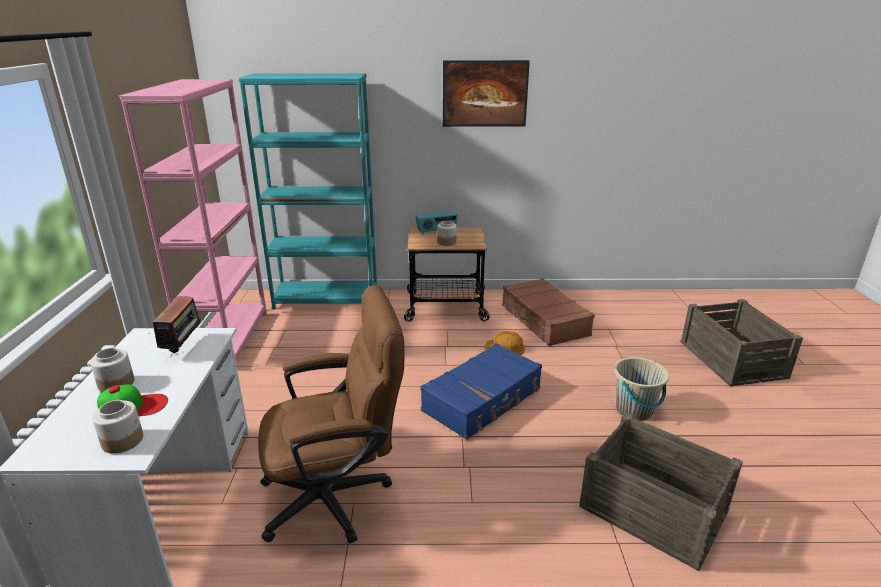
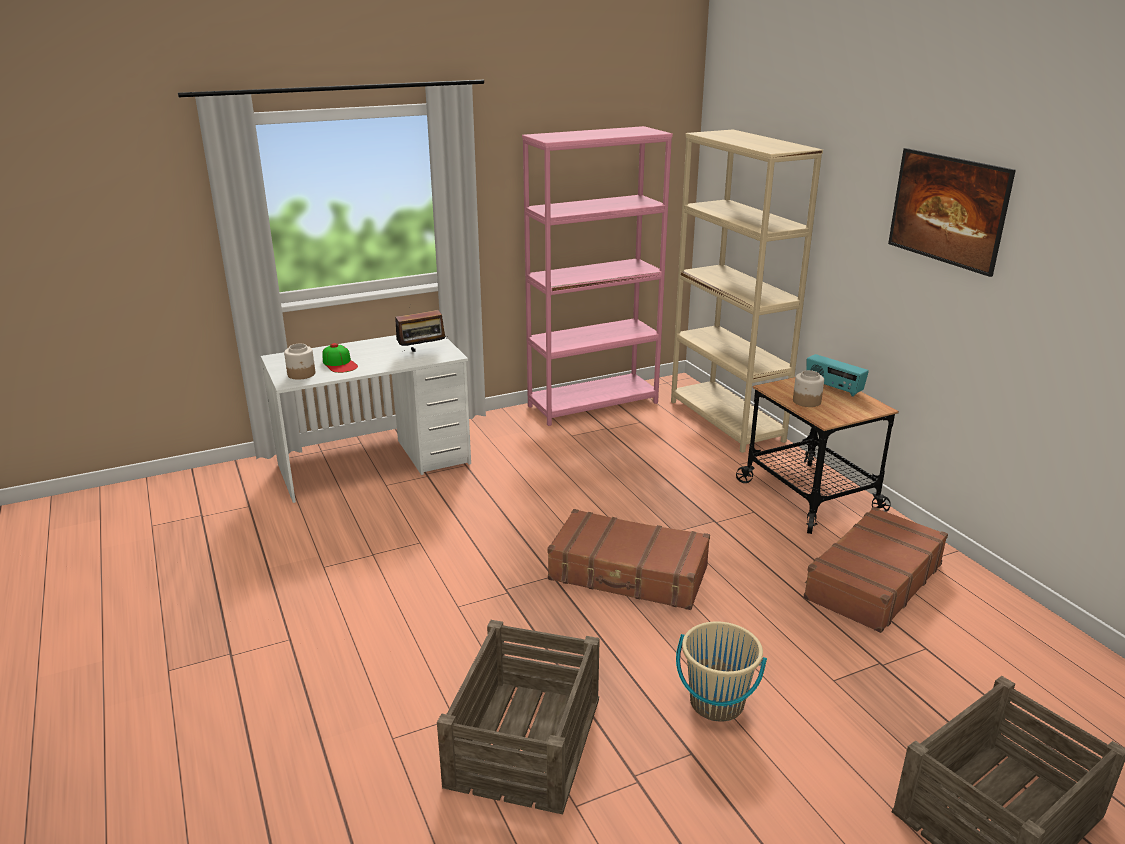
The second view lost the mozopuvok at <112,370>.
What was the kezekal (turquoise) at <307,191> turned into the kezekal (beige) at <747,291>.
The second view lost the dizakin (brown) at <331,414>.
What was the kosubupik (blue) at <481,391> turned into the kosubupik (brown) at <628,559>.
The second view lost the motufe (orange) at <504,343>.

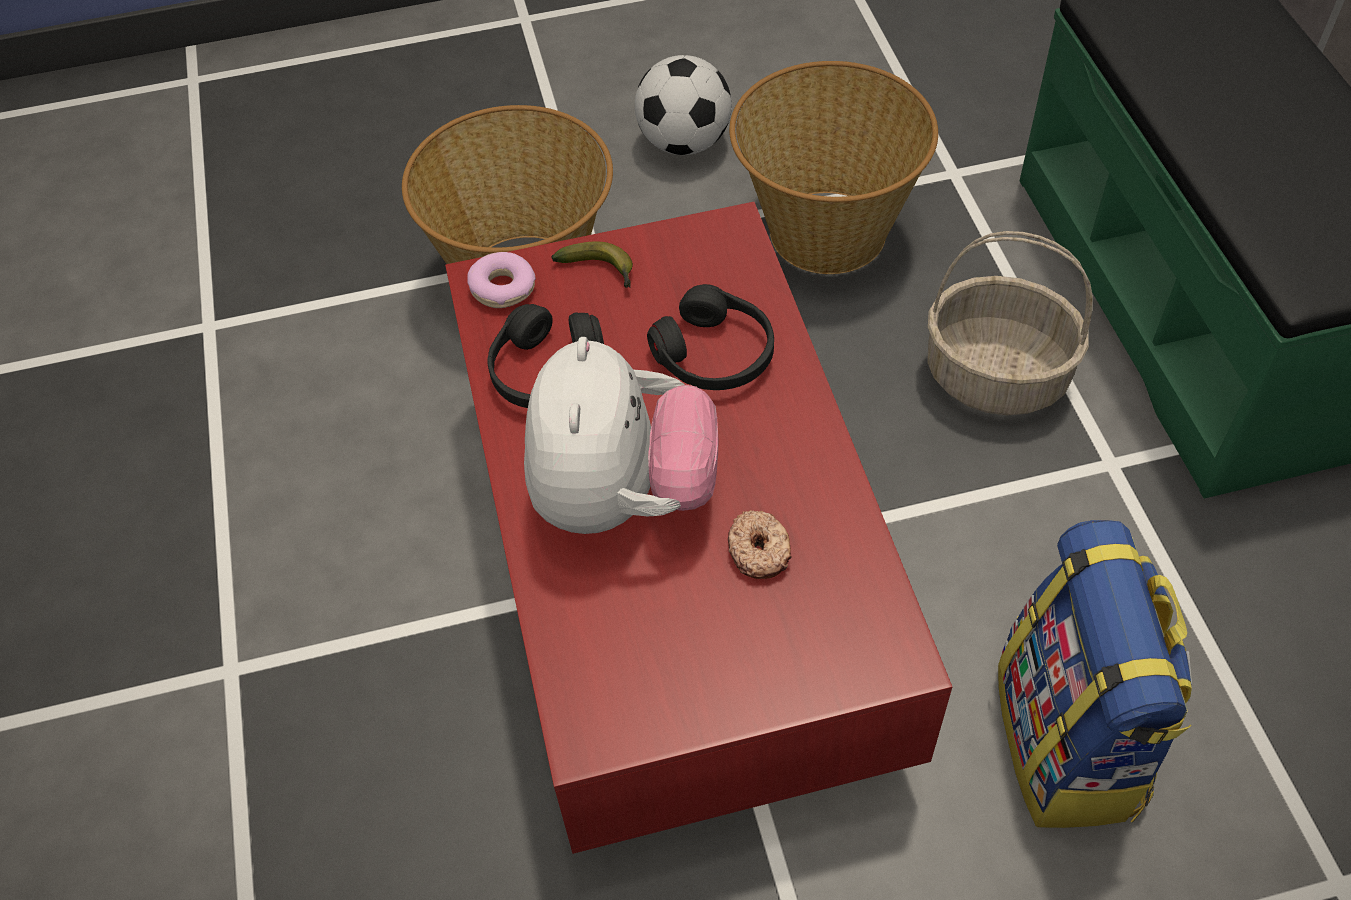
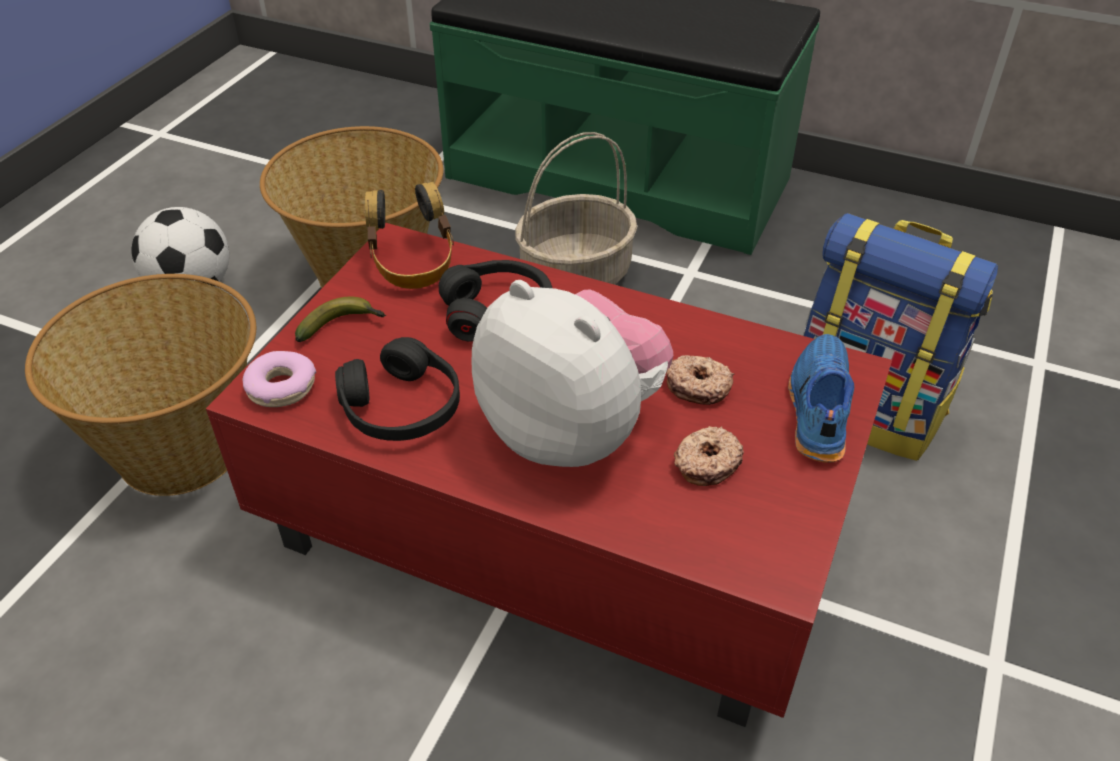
The second view gained the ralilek at <409,235>.
The second view gained the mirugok at <709,456>.
The second view gained the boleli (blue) at <821,398>.

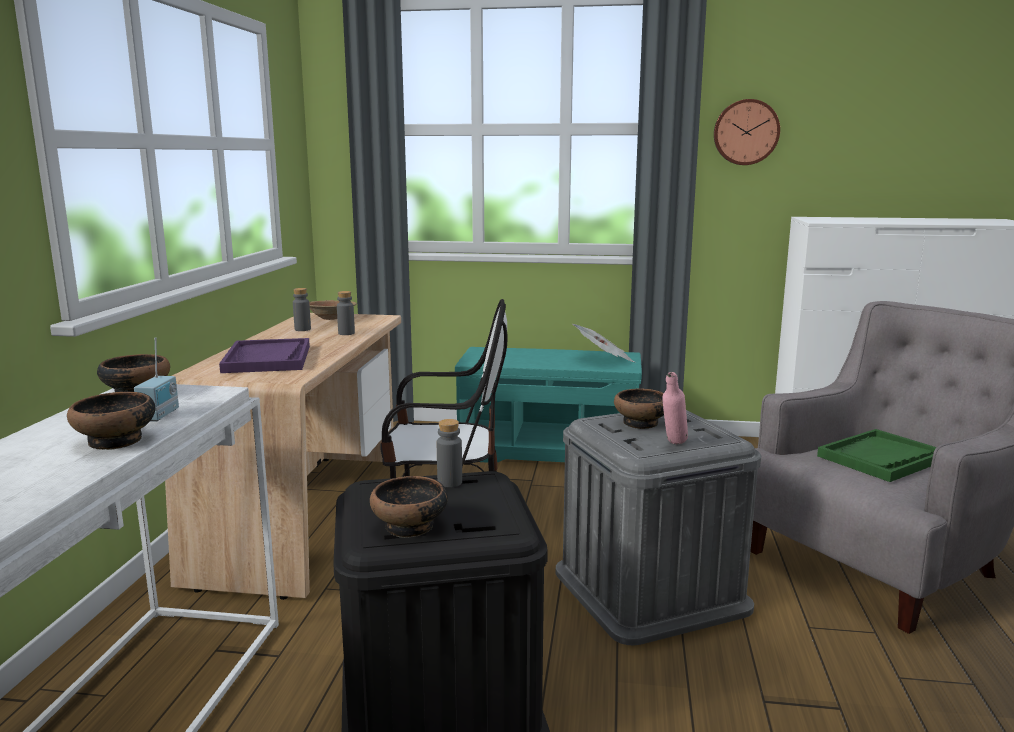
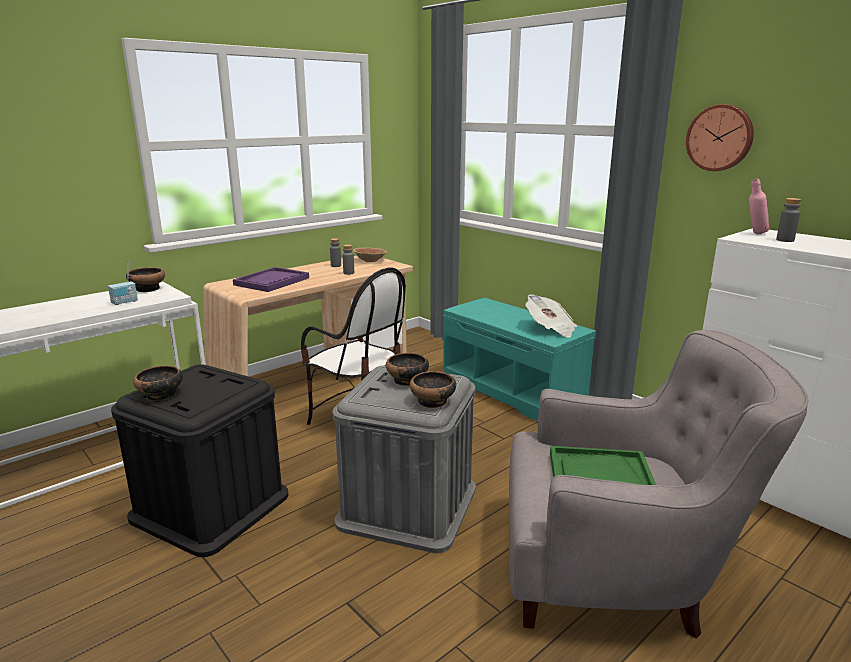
The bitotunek ended up elsewhere, having gone from <111,421> to <433,389>.
The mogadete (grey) ended up elsewhere, having gone from <449,453> to <788,220>.
The mogadete (pink) ended up elsewhere, having gone from <675,408> to <759,206>.

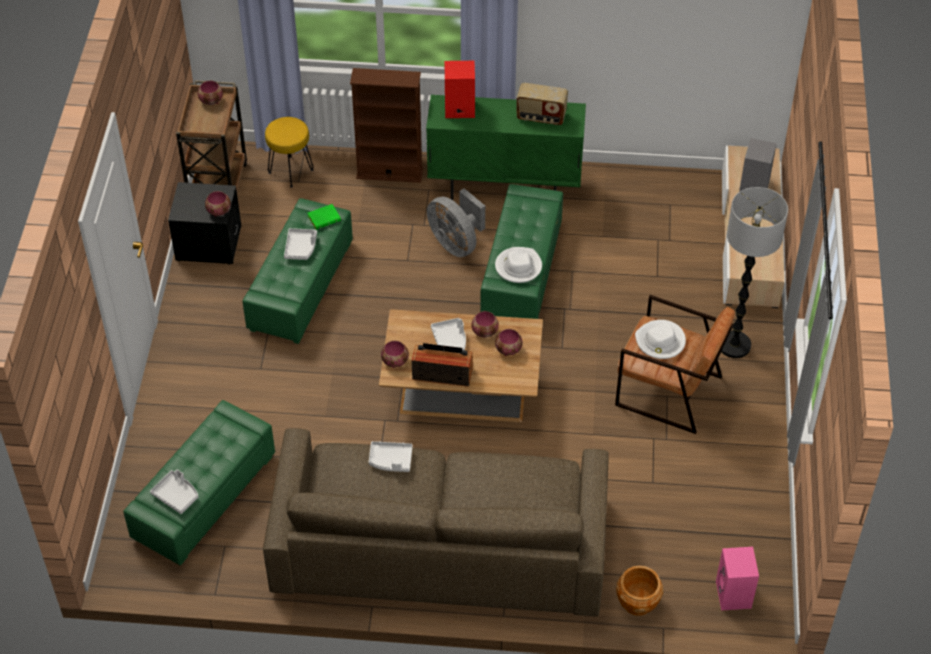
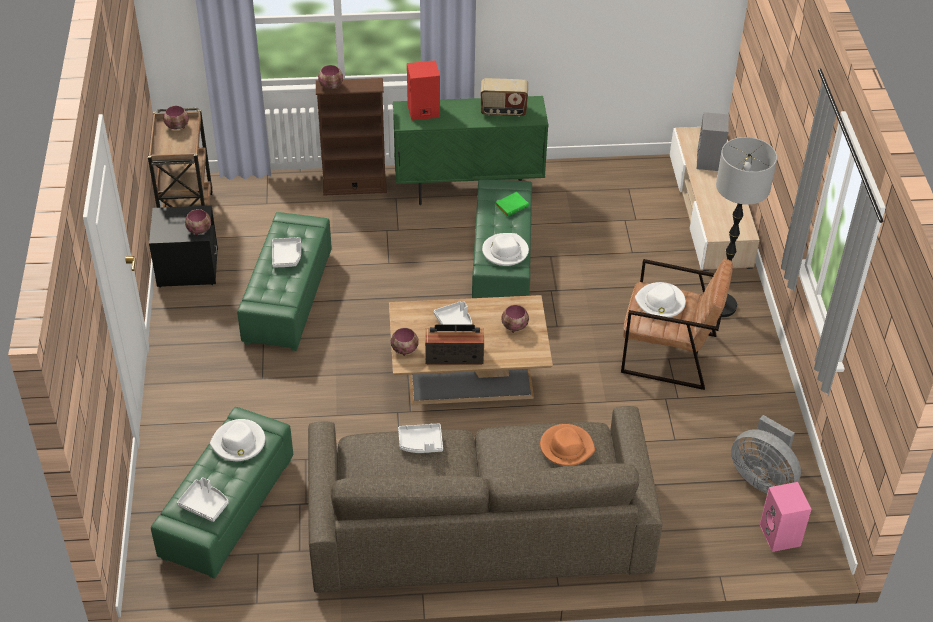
The second view lost the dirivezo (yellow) at <289,152>.
The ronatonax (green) ended up elsewhere, having gone from <324,217> to <512,204>.
The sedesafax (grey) ended up elsewhere, having gone from <456,222> to <766,454>.
The bitotunek ended up elsewhere, having gone from <485,324> to <330,77>.
The second view lost the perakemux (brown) at <639,591>.
The second view gained the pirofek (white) at <237,440>.
The second view gained the pirofek (orange) at <567,445>.

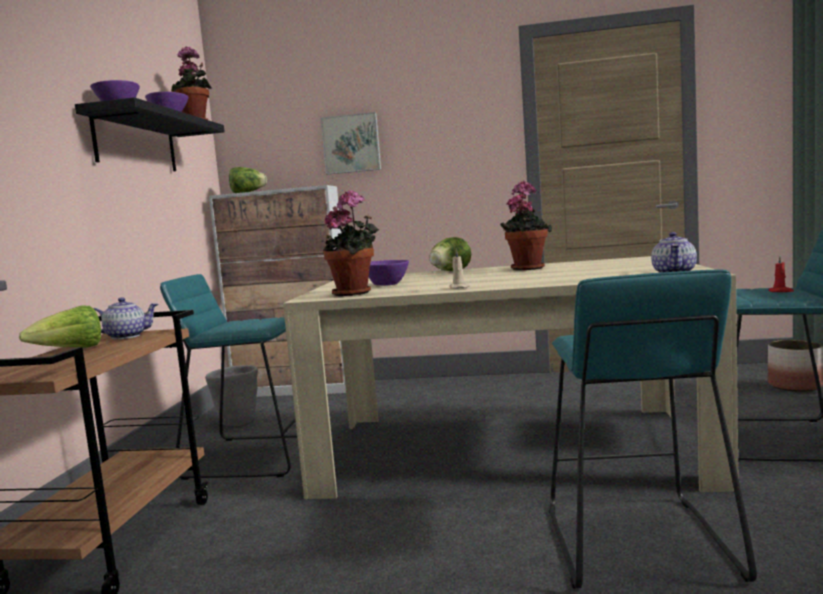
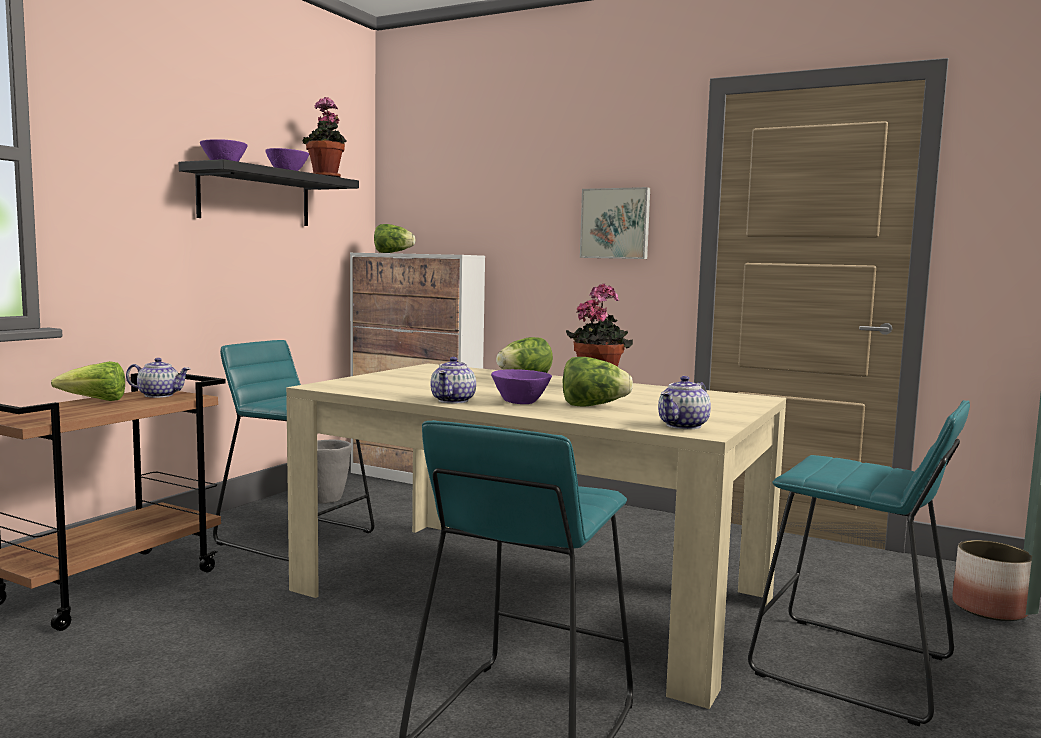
The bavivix ended up elsewhere, having gone from <350,143> to <615,223>.
The second view lost the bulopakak at <351,243>.
The bitotunek (purple) ended up elsewhere, having gone from <389,272> to <521,386>.
Where the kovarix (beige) stood at <459,269>, the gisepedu came to stand at <453,380>.
The second view lost the kovarix (red) at <781,274>.
The second view gained the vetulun at <597,382>.

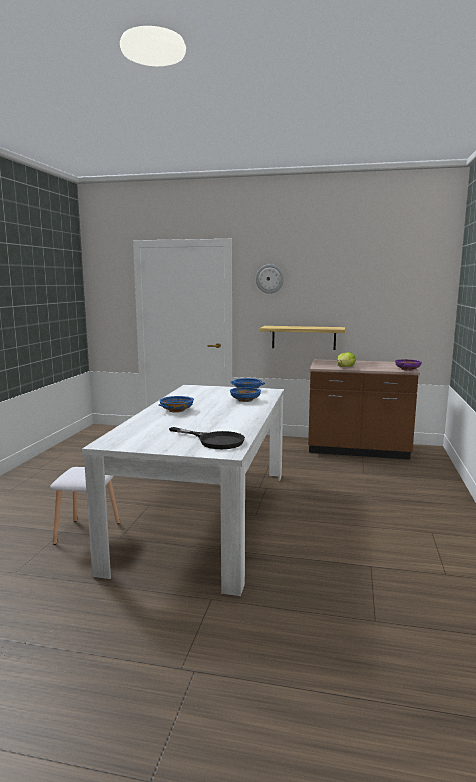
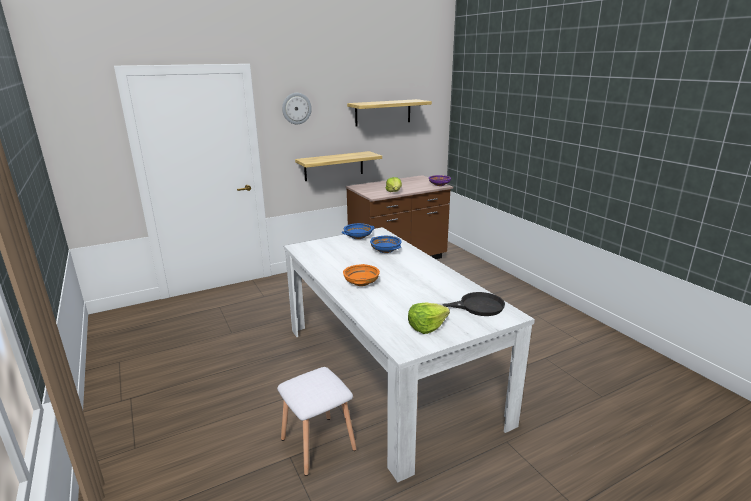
What was the bitotunek (blue) at <176,404> turned into the bitotunek (orange) at <361,275>.
The second view gained the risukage at <389,113>.
The second view gained the vetulun at <429,318>.

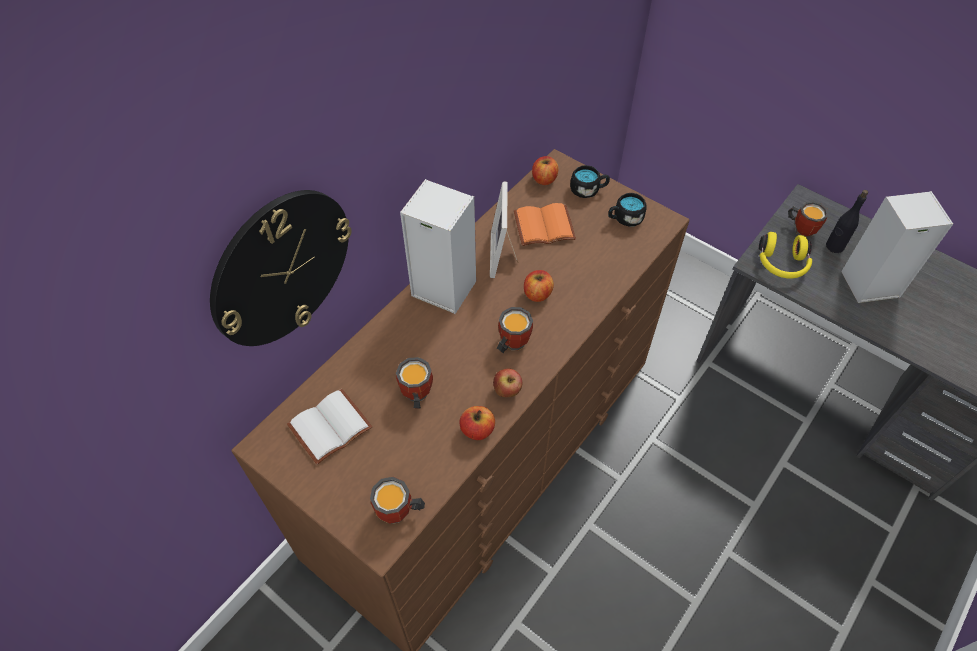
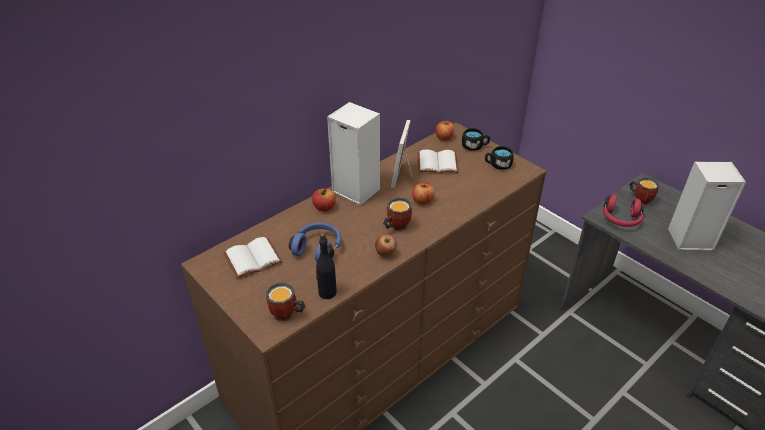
The second view lost the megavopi at <281,268>.
Where the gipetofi stood at <414,383>, the ralilek (blue) came to stand at <315,242>.
The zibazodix ended up elsewhere, having gone from <477,423> to <324,200>.
What was the ronatonax (orange) at <545,224> turned into the ronatonax (white) at <438,161>.
What was the ralilek (yellow) at <785,255> turned into the ralilek (red) at <623,210>.
The mogadete (black) ended up elsewhere, having gone from <847,221> to <326,266>.

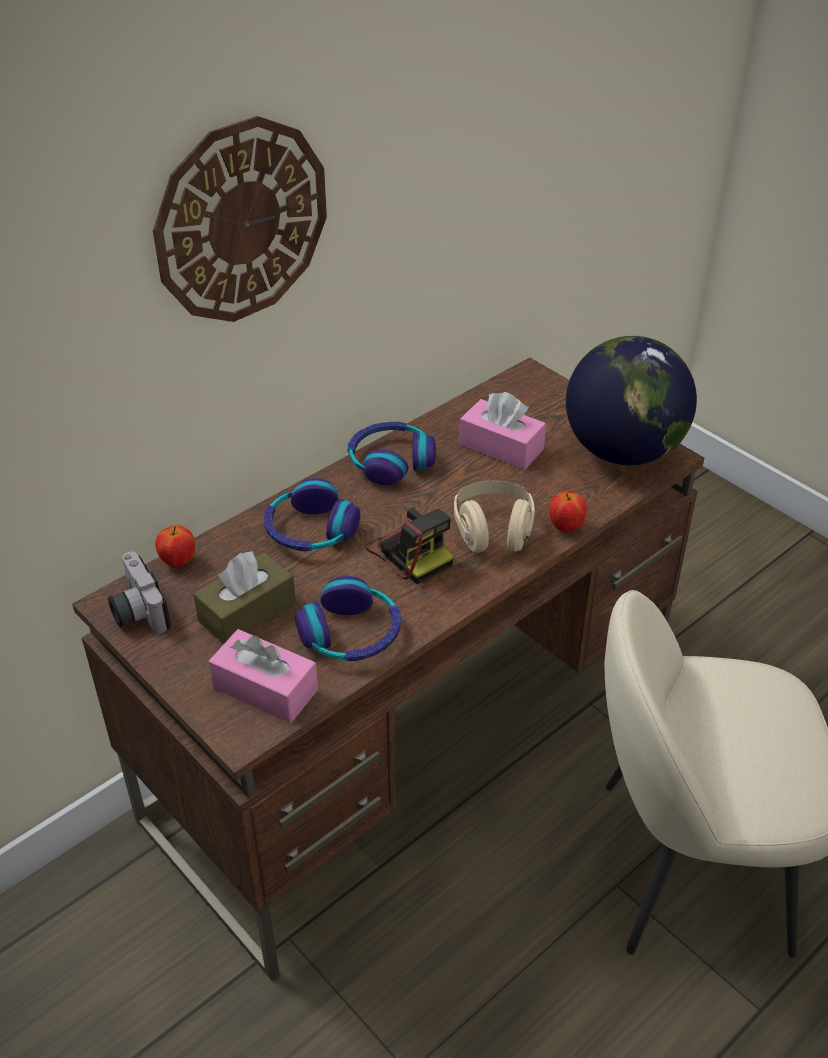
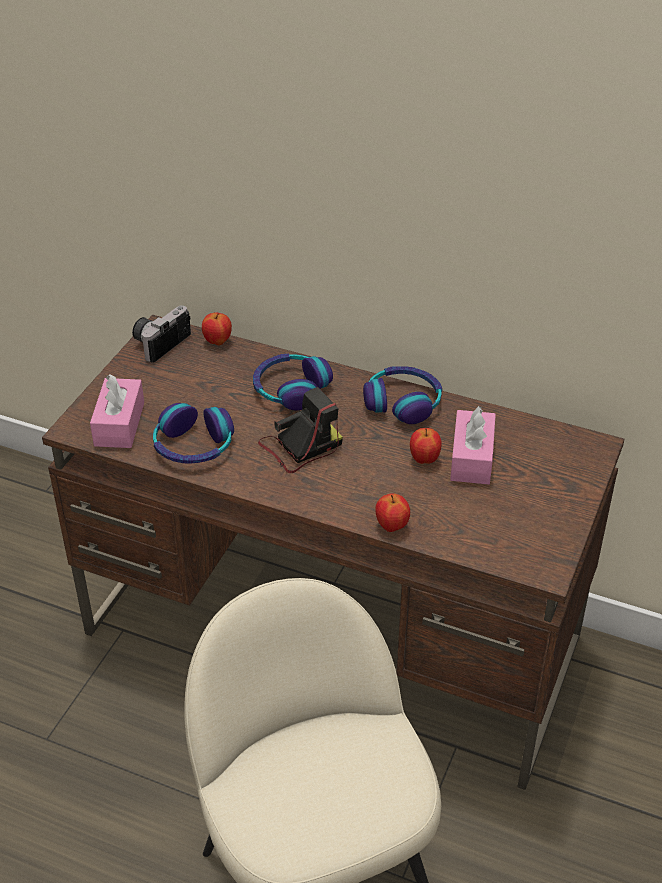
The second view lost the megavopi at <240,219>.
The second view lost the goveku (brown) at <245,597>.
The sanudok at <409,545> ended up facing another way, 150 degrees counterclockwise from before.
The second view lost the ralilek (beige) at <494,516>.
The second view lost the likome at <631,400>.
The second view gained the zibazodix at <426,446>.

